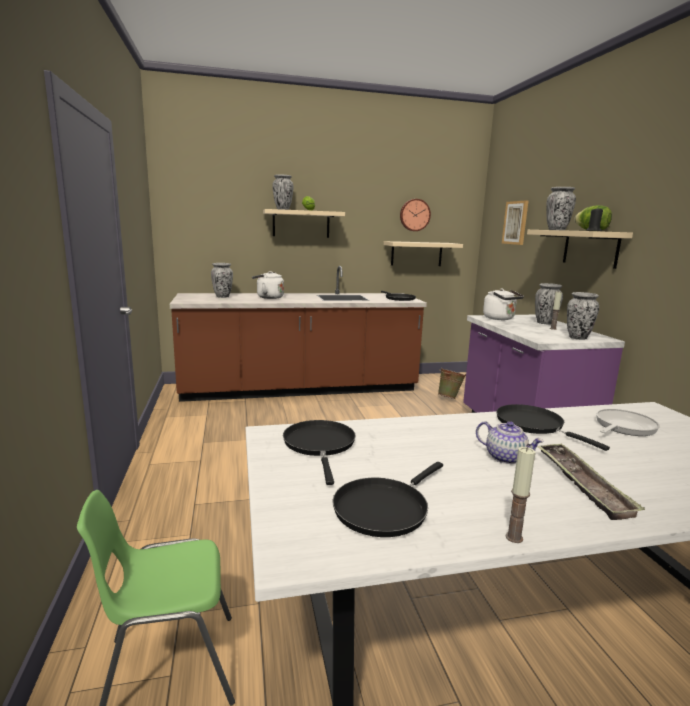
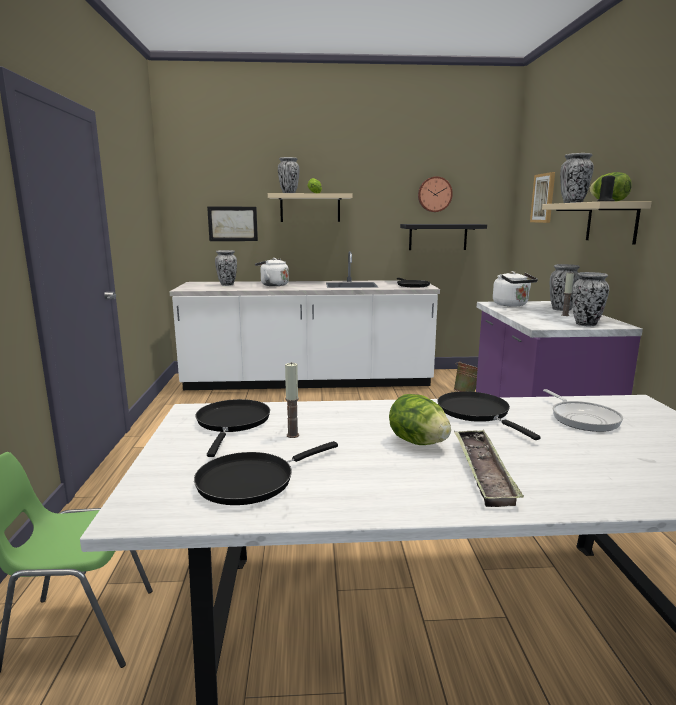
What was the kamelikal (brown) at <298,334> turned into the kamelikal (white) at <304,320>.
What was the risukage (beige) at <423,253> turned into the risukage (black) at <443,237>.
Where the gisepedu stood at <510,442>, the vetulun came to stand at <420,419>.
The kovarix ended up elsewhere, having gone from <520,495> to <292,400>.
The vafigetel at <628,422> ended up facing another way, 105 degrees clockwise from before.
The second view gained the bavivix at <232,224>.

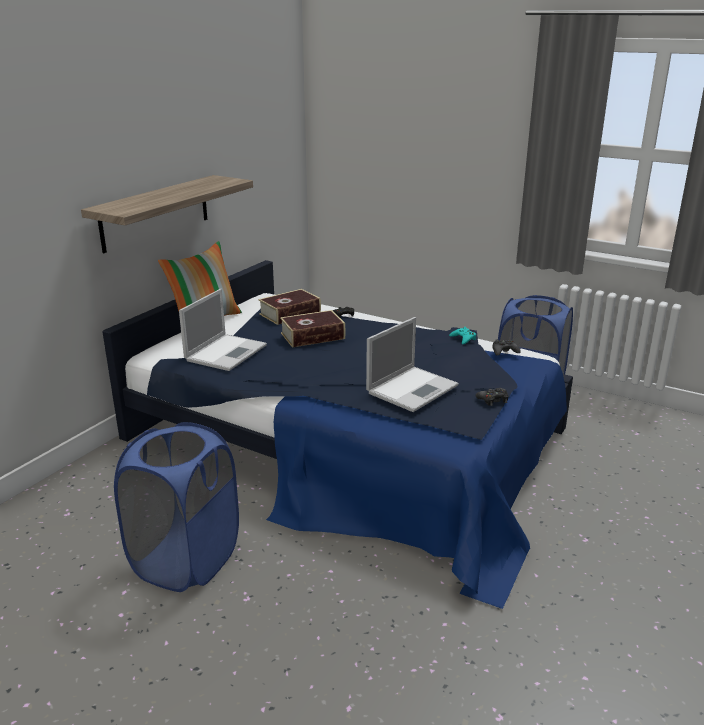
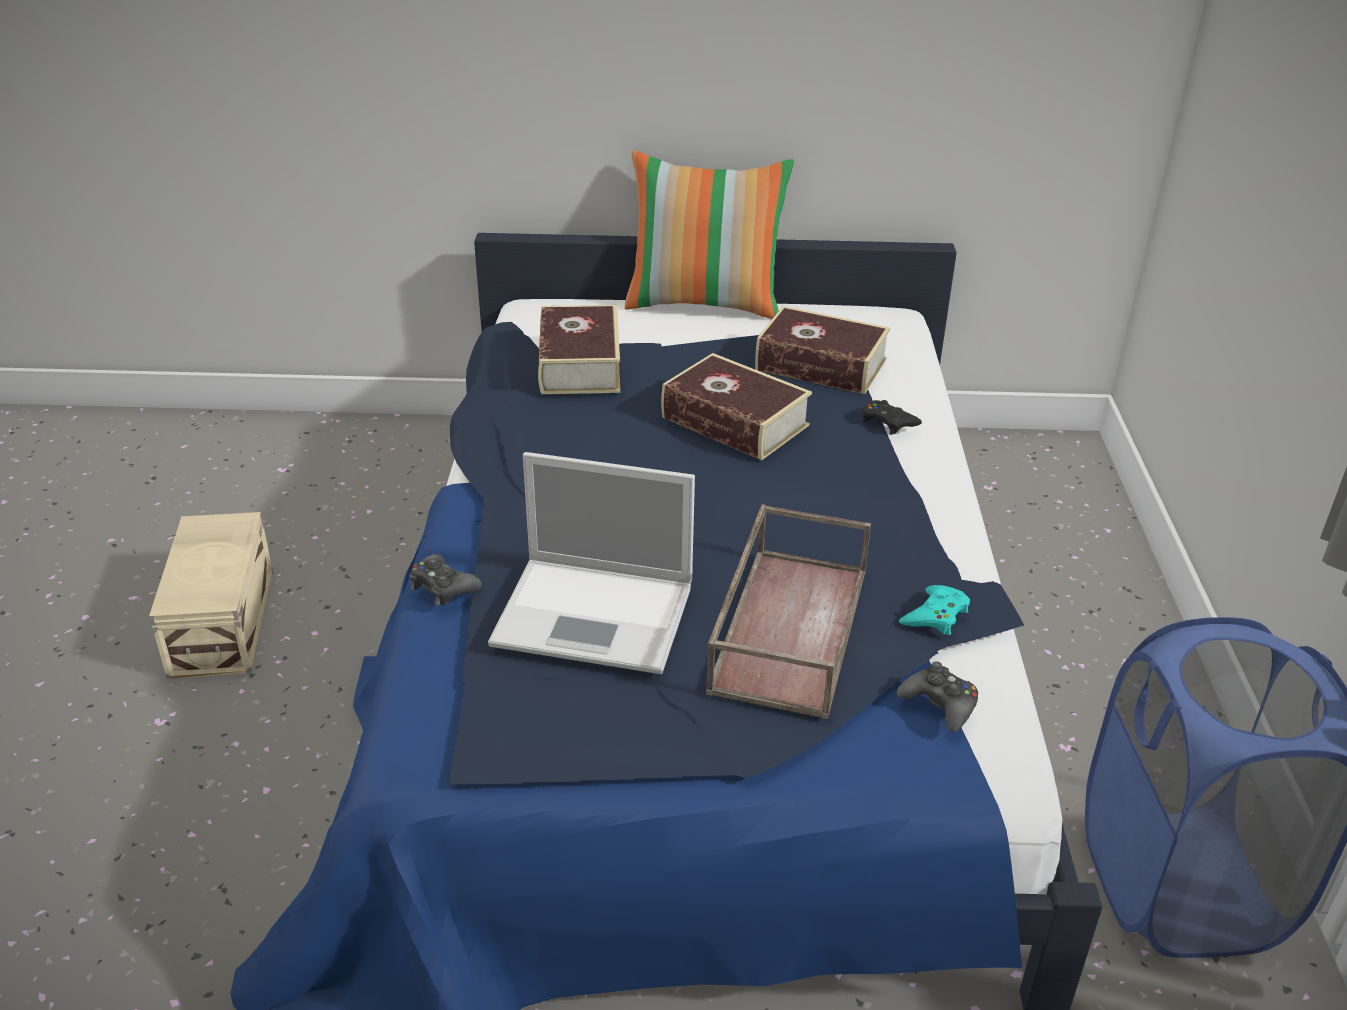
The second view lost the risukage at <167,214>.
Where the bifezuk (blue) stood at <176,507>, the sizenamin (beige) came to stand at <211,595>.
Where the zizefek stood at <223,330>, the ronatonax came to stand at <579,349>.
The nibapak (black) ended up elsewhere, having gone from <492,397> to <445,580>.
The second view gained the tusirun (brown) at <788,611>.

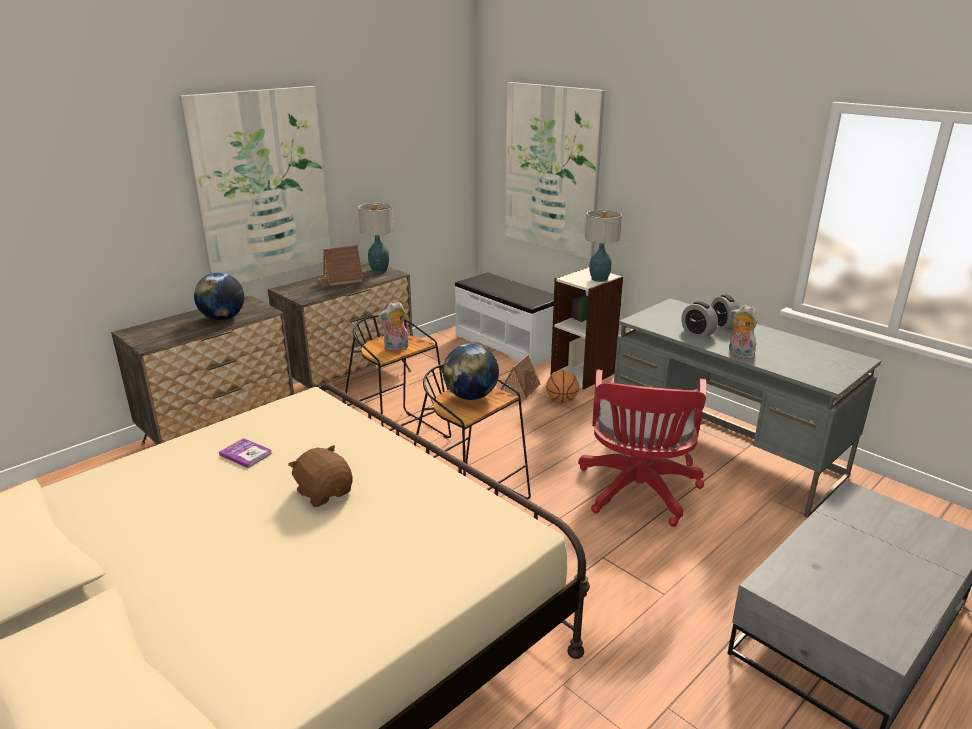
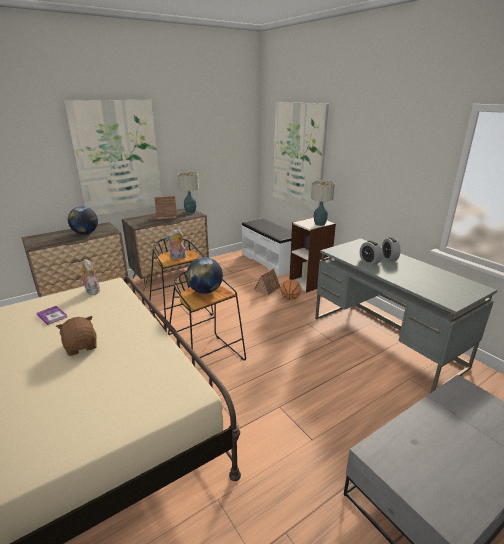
The second view lost the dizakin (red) at <642,448>.
The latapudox ended up elsewhere, having gone from <743,332> to <90,277>.

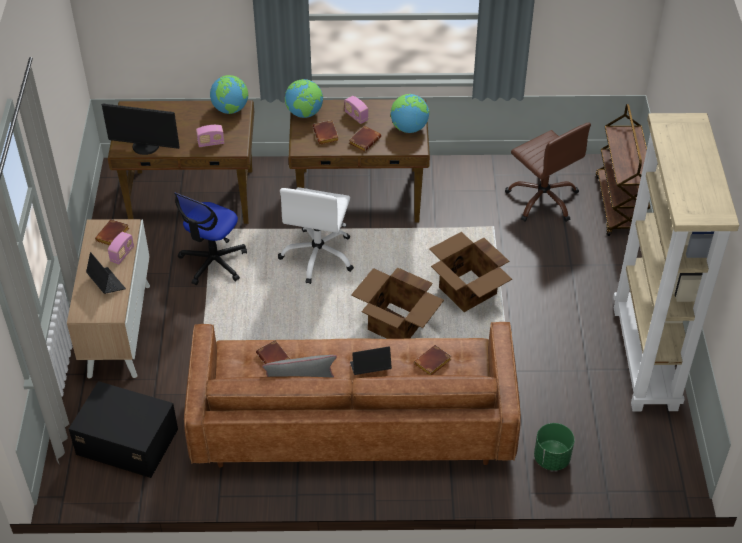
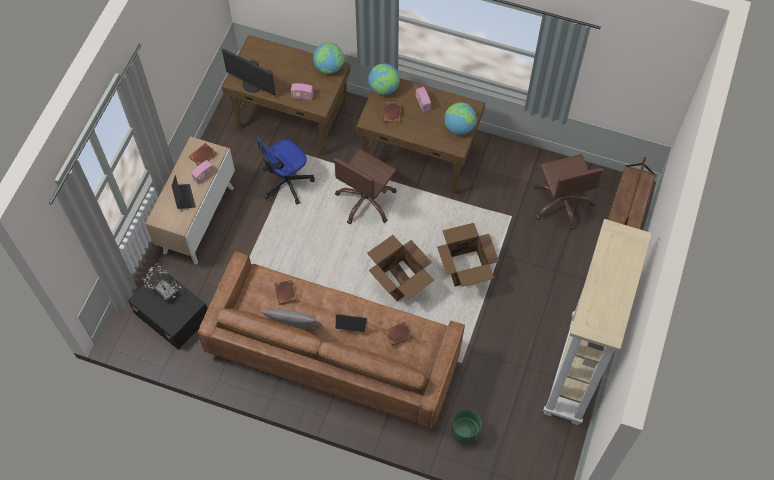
What was the dizakin (white) at <316,235> turned into the dizakin (brown) at <365,186>.
The second view lost the ronatonax (brown) at <365,138>.
The second view gained the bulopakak at <161,283>.

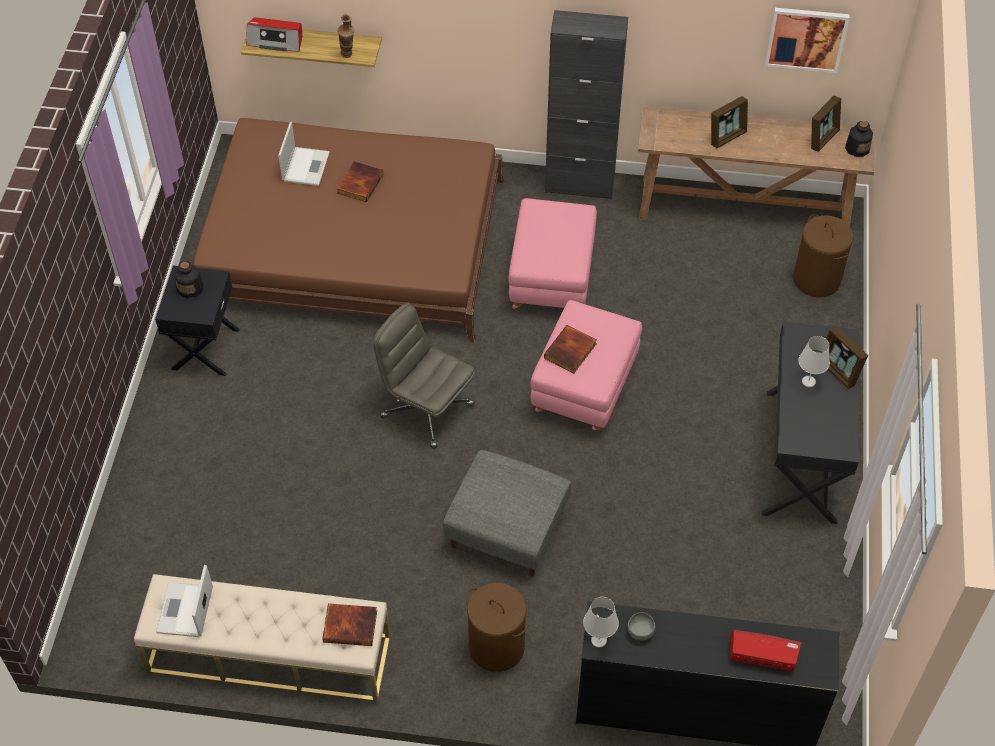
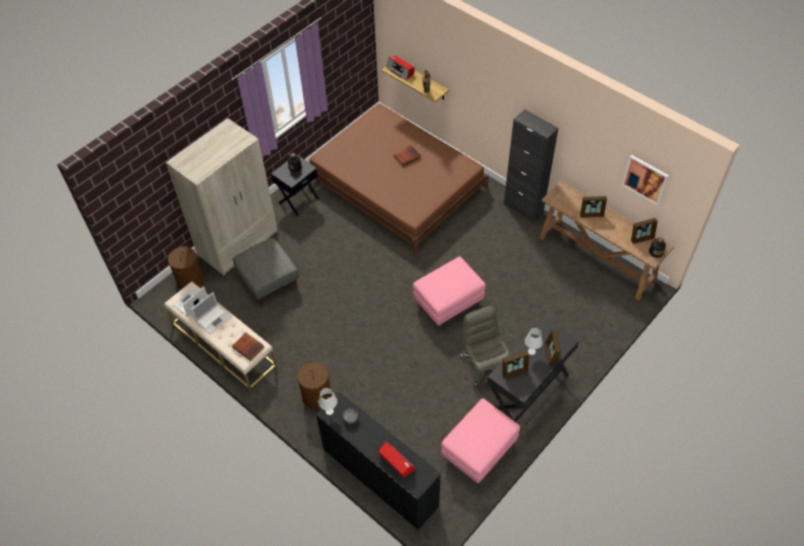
The zizefek ended up elsewhere, having gone from <304,154> to <211,313>.
The dizakin (grey) ended up elsewhere, having gone from <424,376> to <484,346>.
The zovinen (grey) ended up elsewhere, having gone from <507,513> to <266,271>.
The zovinen (pink) ended up elsewhere, having gone from <553,253> to <480,440>.
The second view lost the ronatonax at <570,349>.
The bifezuk (brown) ended up elsewhere, having gone from <823,256> to <186,267>.
The second view gained the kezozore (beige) at <222,196>.
The second view gained the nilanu at <515,364>.

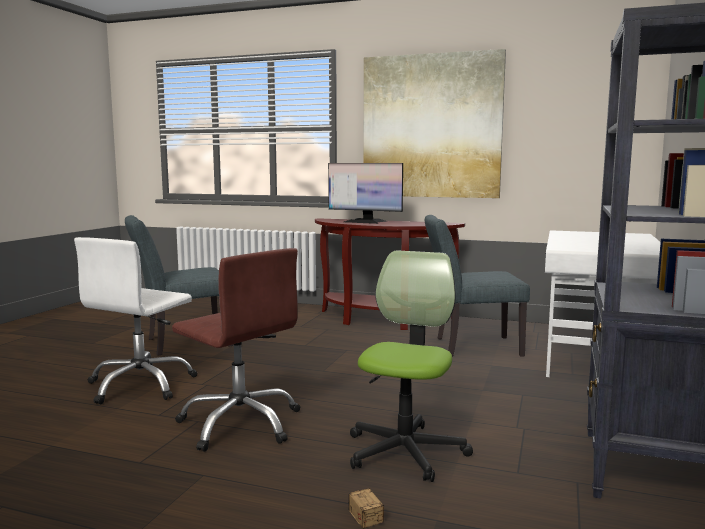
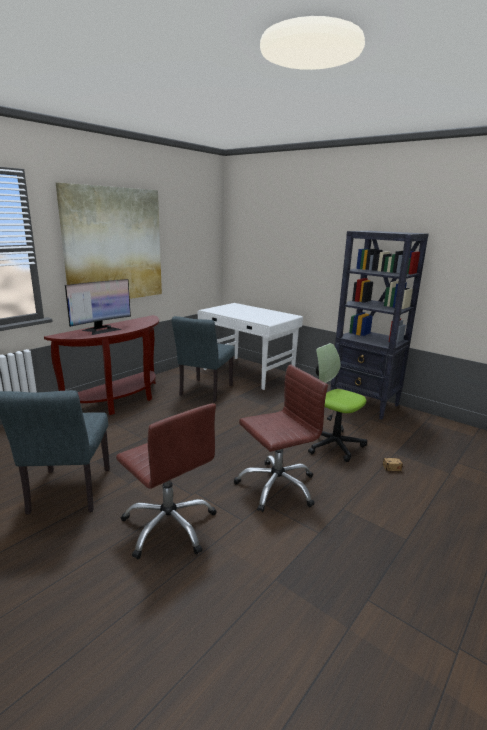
What was the dizakin (white) at <135,320> turned into the dizakin (brown) at <166,481>.

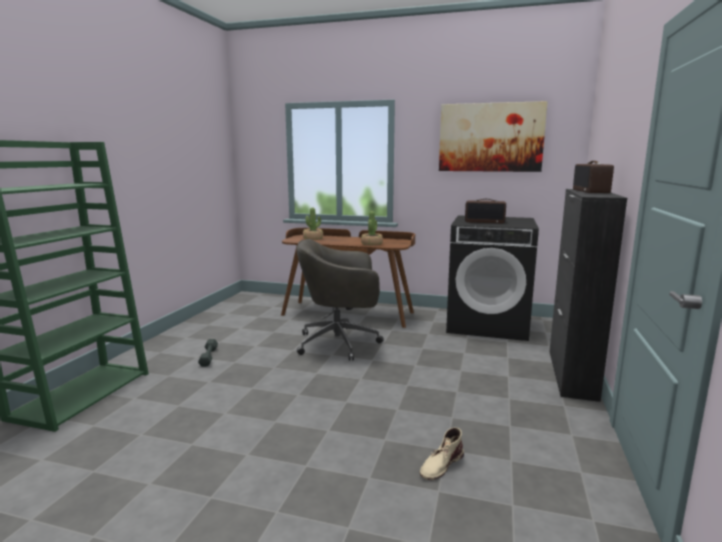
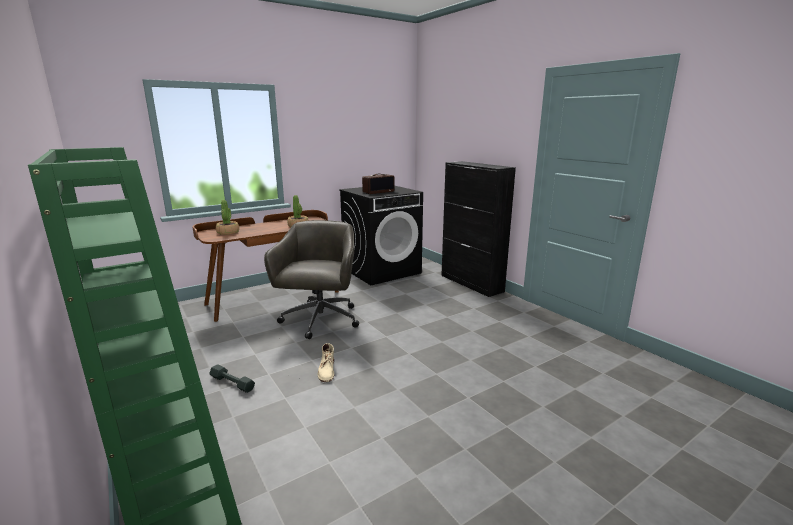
The dizakin (grey) at <340,300> ended up facing another way, 150 degrees clockwise from before.
The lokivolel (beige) ended up elsewhere, having gone from <442,454> to <326,362>.
The second view lost the bavivix at <493,136>.
The second view lost the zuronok at <593,177>.

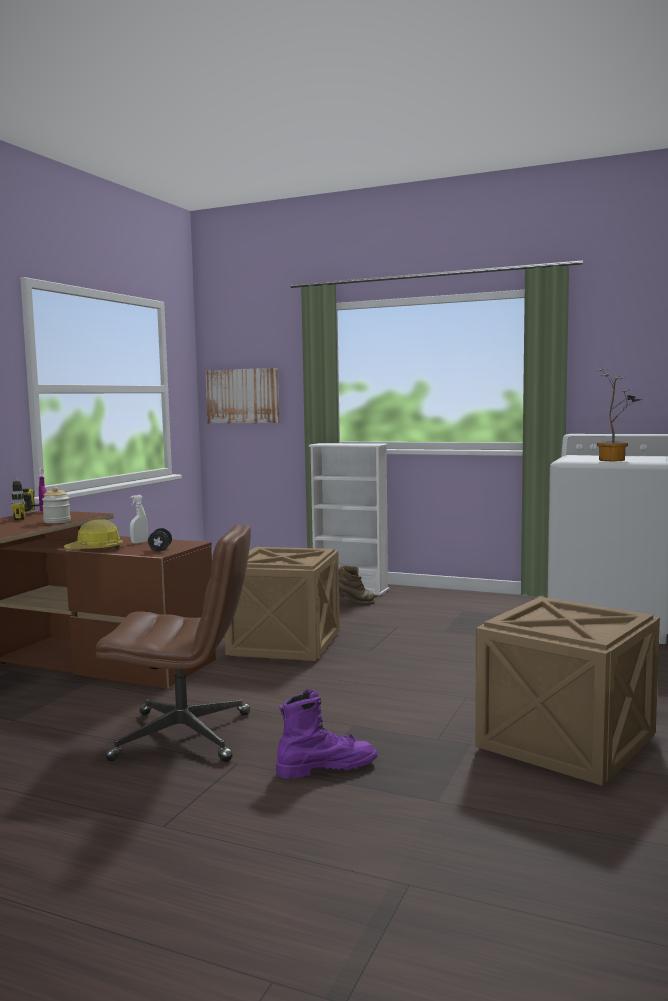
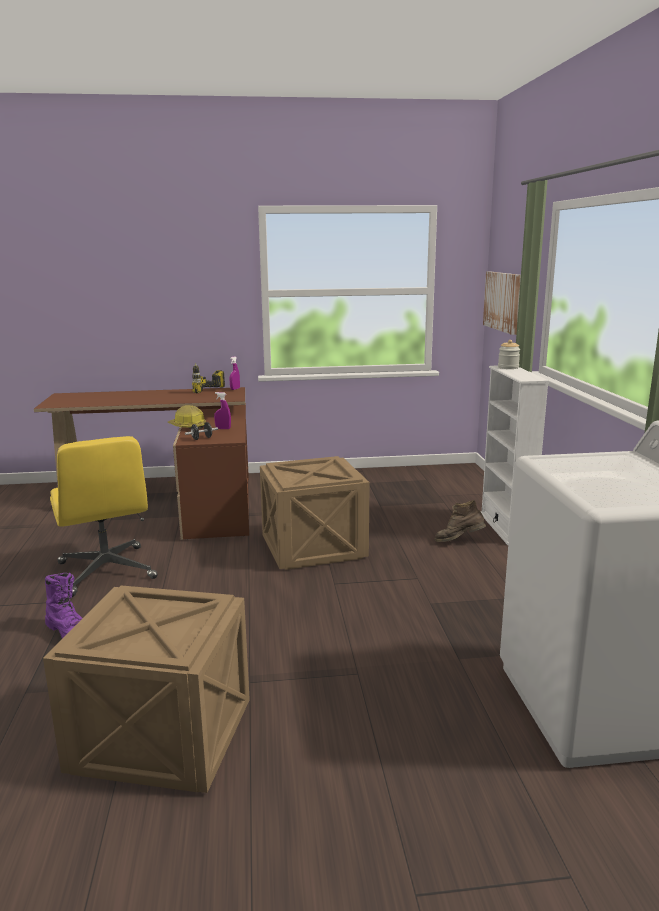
The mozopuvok ended up elsewhere, having gone from <56,505> to <509,354>.
What was the dizakin (brown) at <173,643> turned into the dizakin (yellow) at <104,516>.
What was the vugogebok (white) at <139,519> turned into the vugogebok (purple) at <222,410>.
The lokivolel (brown) at <357,585> ended up facing another way, 135 degrees clockwise from before.
The second view lost the bulopakak at <619,414>.

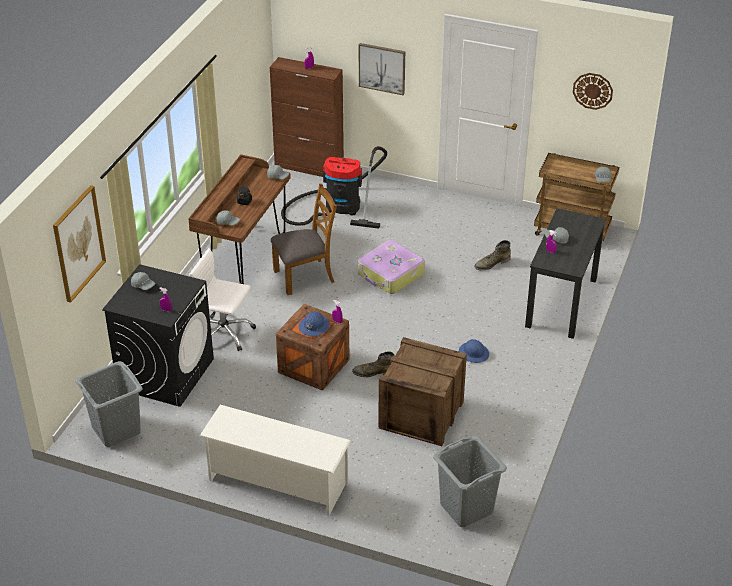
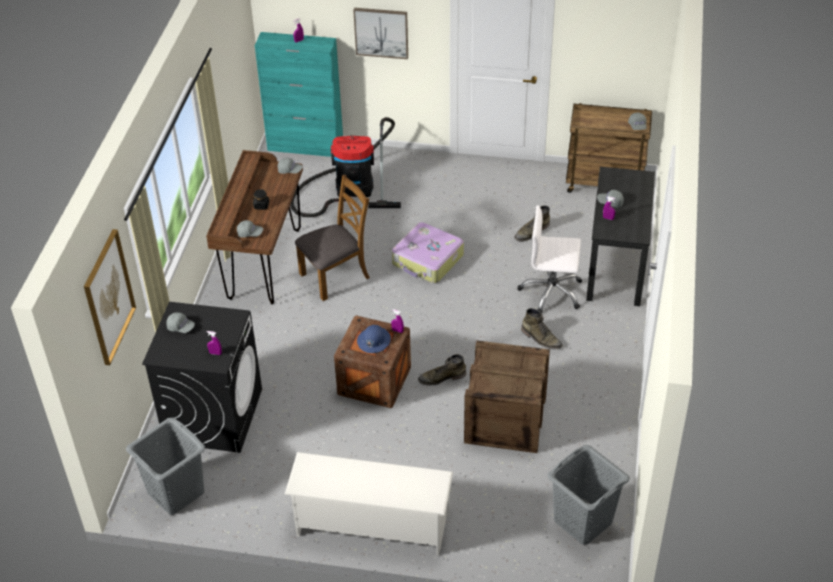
The dizakin (white) ended up elsewhere, having gone from <222,299> to <550,259>.
What was the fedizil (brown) at <307,117> turned into the fedizil (turquoise) at <299,94>.
Where the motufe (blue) stood at <474,351>, the lokivolel (green) came to stand at <542,328>.
The second view lost the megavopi at <593,91>.

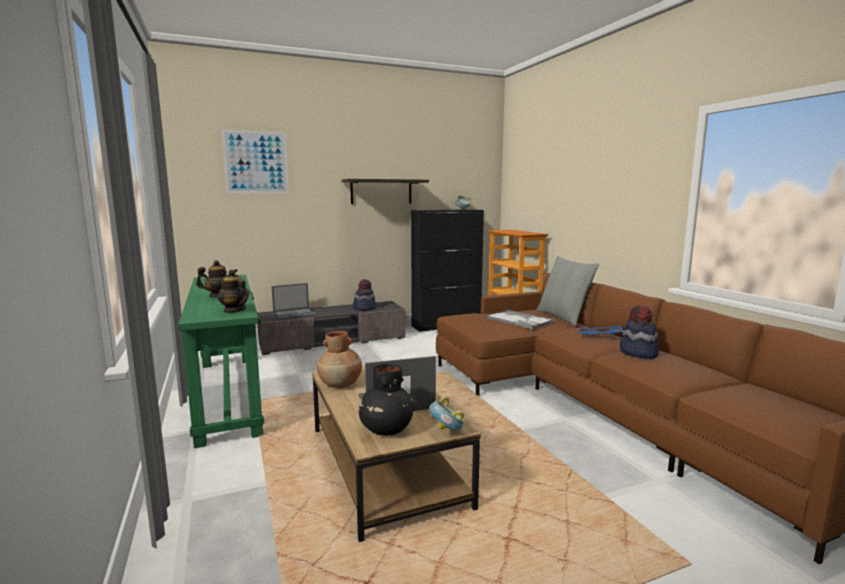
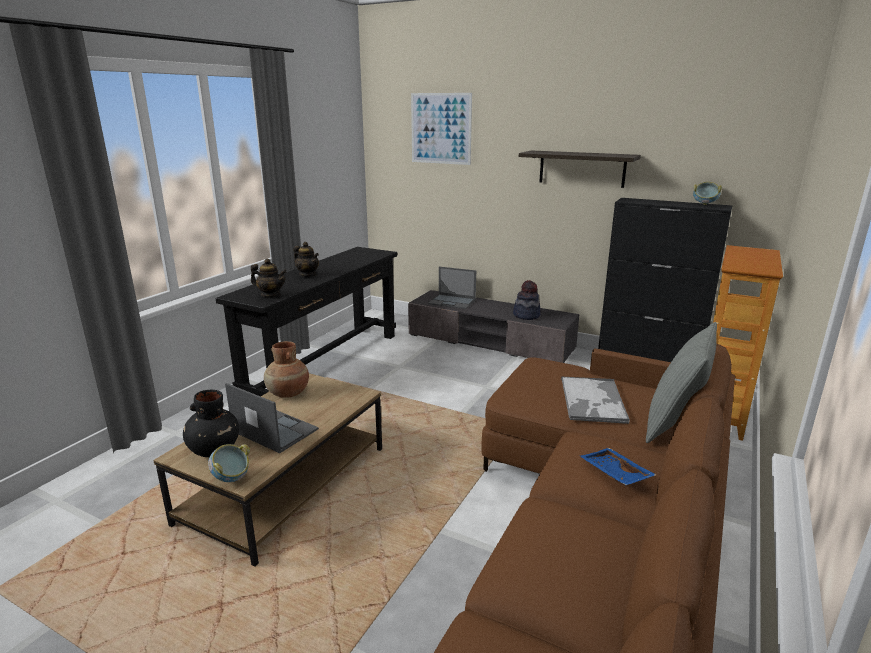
What was the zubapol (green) at <221,361> turned into the zubapol (black) at <306,321>.
The gisepedu at <233,291> ended up facing another way, 105 degrees clockwise from before.
The second view lost the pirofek at <639,332>.

